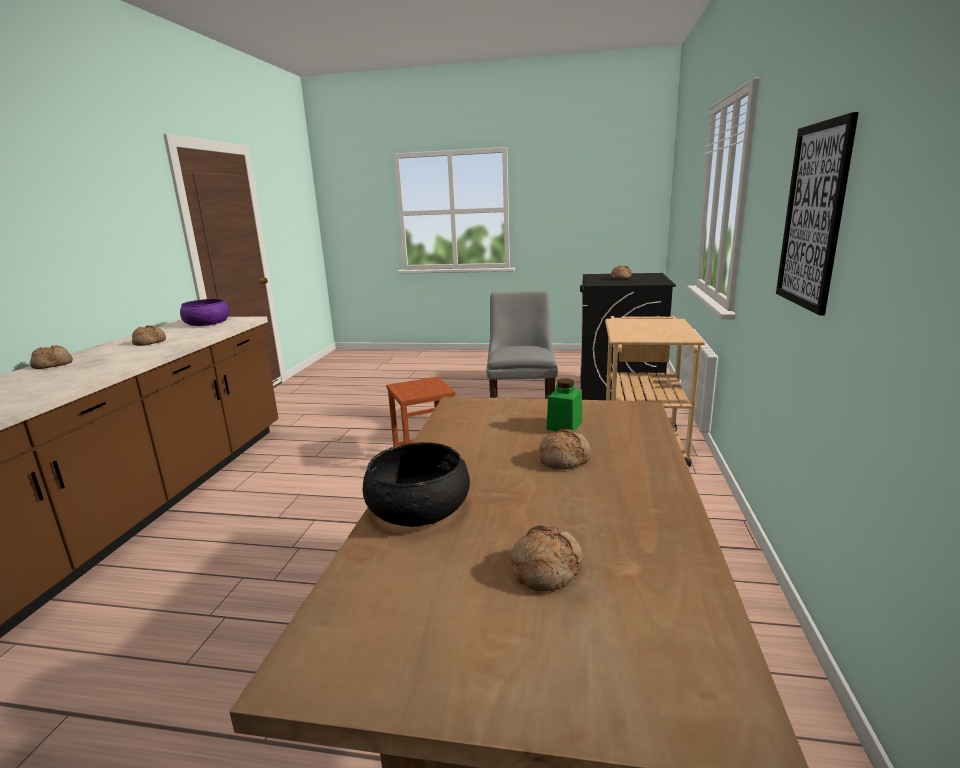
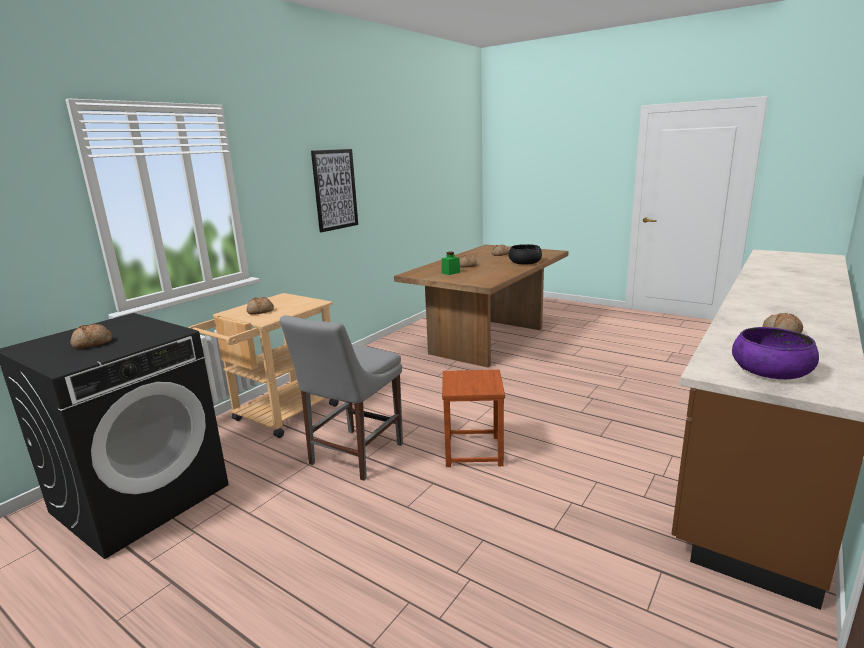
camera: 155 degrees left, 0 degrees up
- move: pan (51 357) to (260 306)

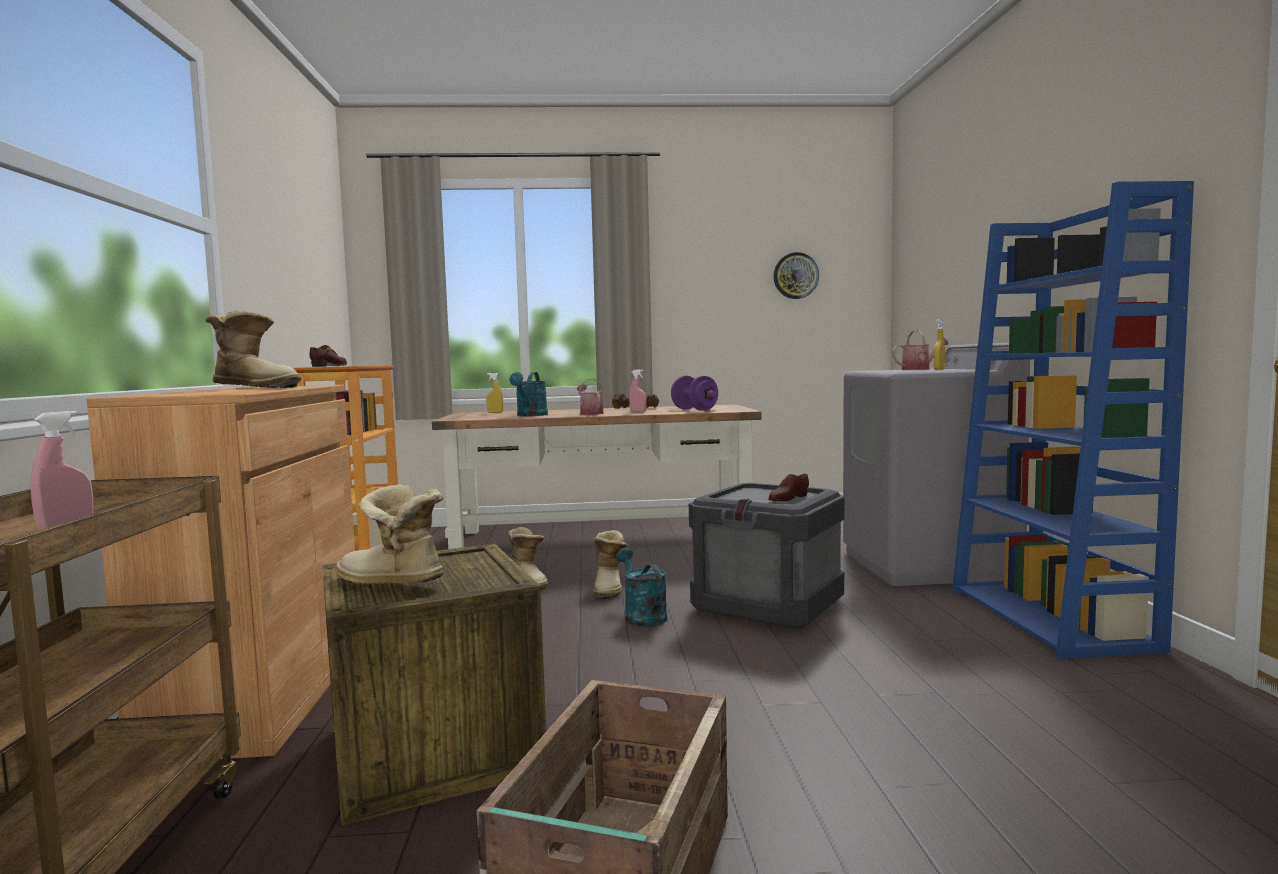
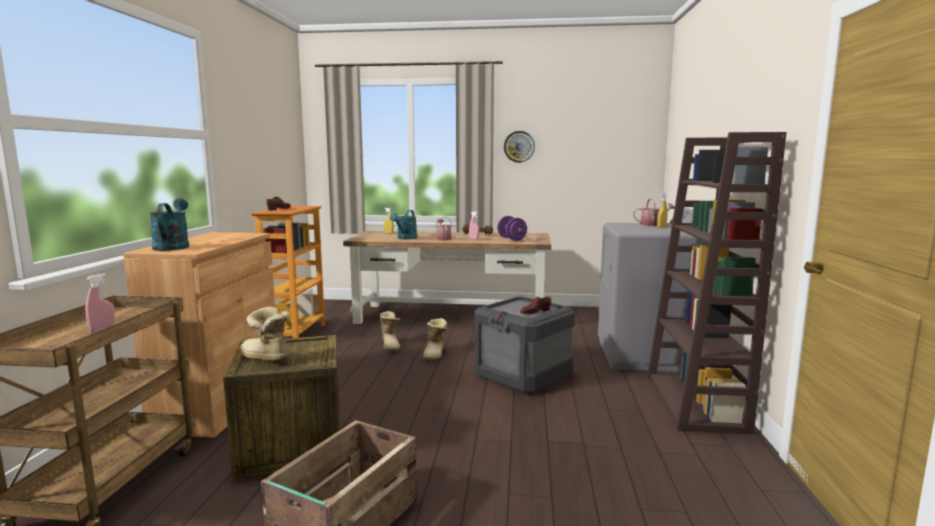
camera: 10 degrees right, 5 degrees up
- recolor: estantería (azul) (1073 420) to estantería (marrón) (717 283)
- move: reloj de pared (796 275) to (519 147)
- delete: bota (253 349)
- move: regadera (turquesa) (641 587) to (169 224)

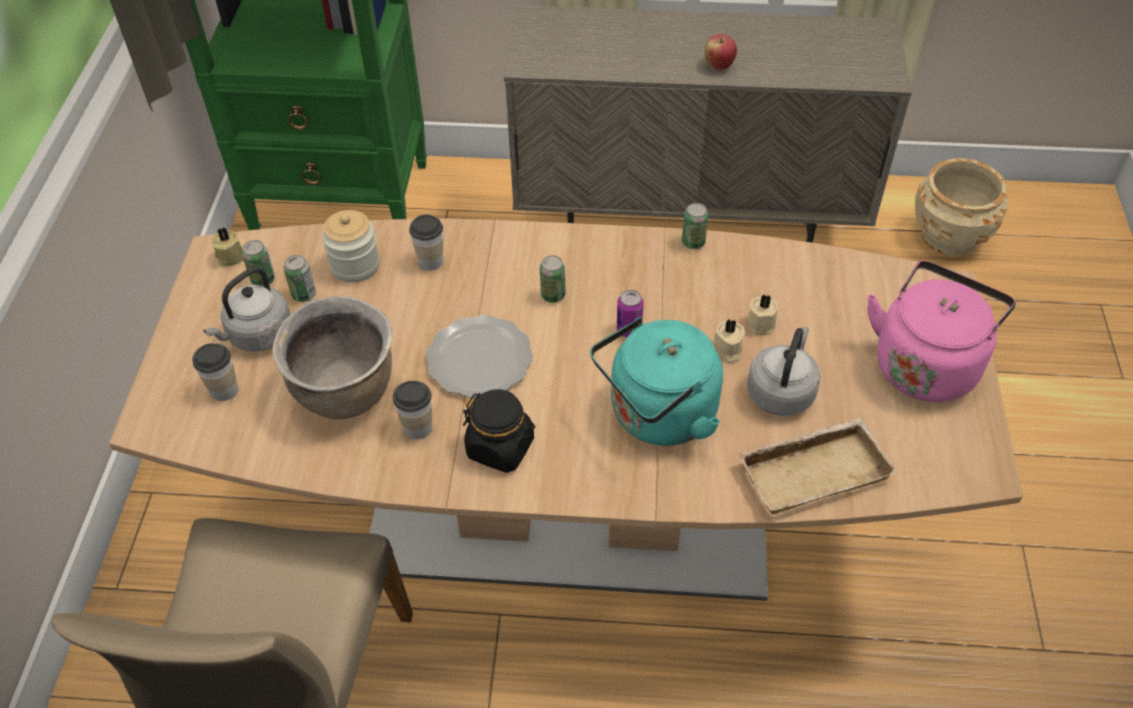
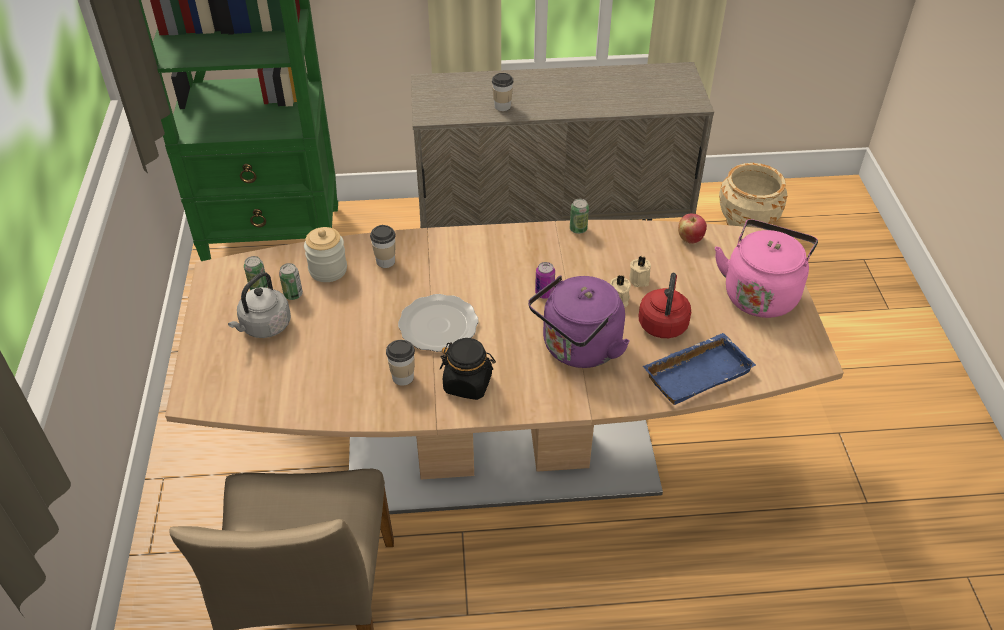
camera: 10 degrees left, 5 degrees down
- move: manzana (721 52) to (692 229)
- delete: vela (beis) (227 246)
- delete: lata (553 279)
- delete: olla (marrón) (333 357)
- recolor: hervidor (turquesa) (656 381) to hervidor (morado) (579 321)
- recolor: hervidor (gris) (783 371) to hervidor (rojo) (665 305)
- move: taza (215 372) to (502 92)
- recolor: bandeja (beis) (817 466) to bandeja (azul) (699 369)

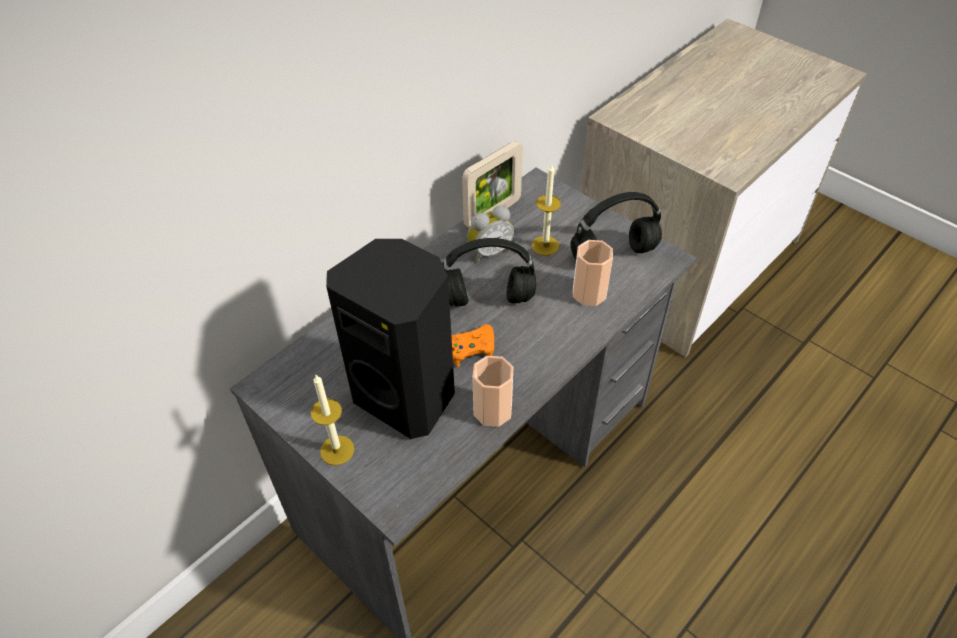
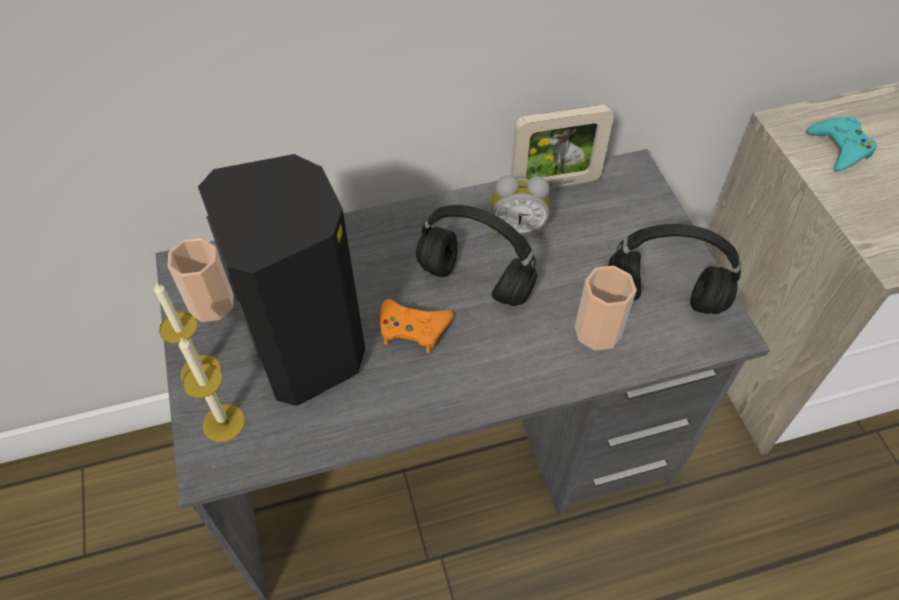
camera: 30 degrees right, 5 degrees up
- move: vela (546 209) to (212 389)
- move: taza (492 391) to (200 280)
- insert: mando de consola (turquesa) (841 144)

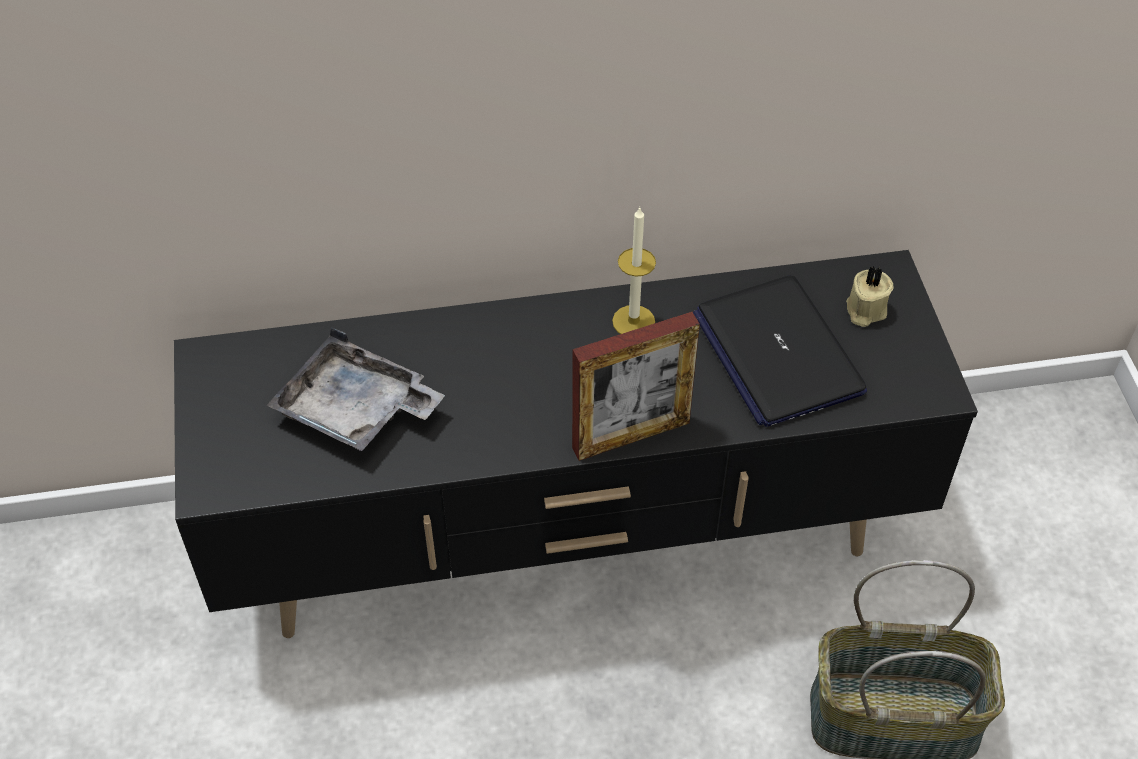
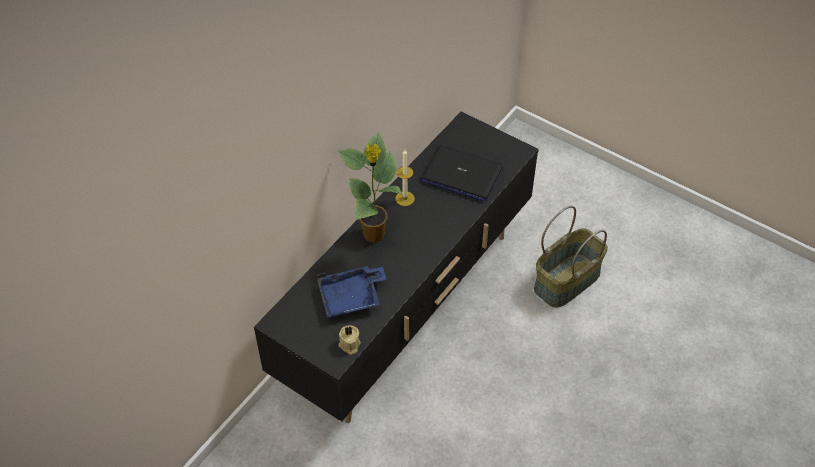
camera: 45 degrees left, 0 degrees up
- move: vela (beis) (869 296) to (350 340)
- delete: portarretratos (636 386)
- recolor: bandeja (gris) (356 389) to bandeja (azul) (352 292)
- insert: planta en maceta (370 187)

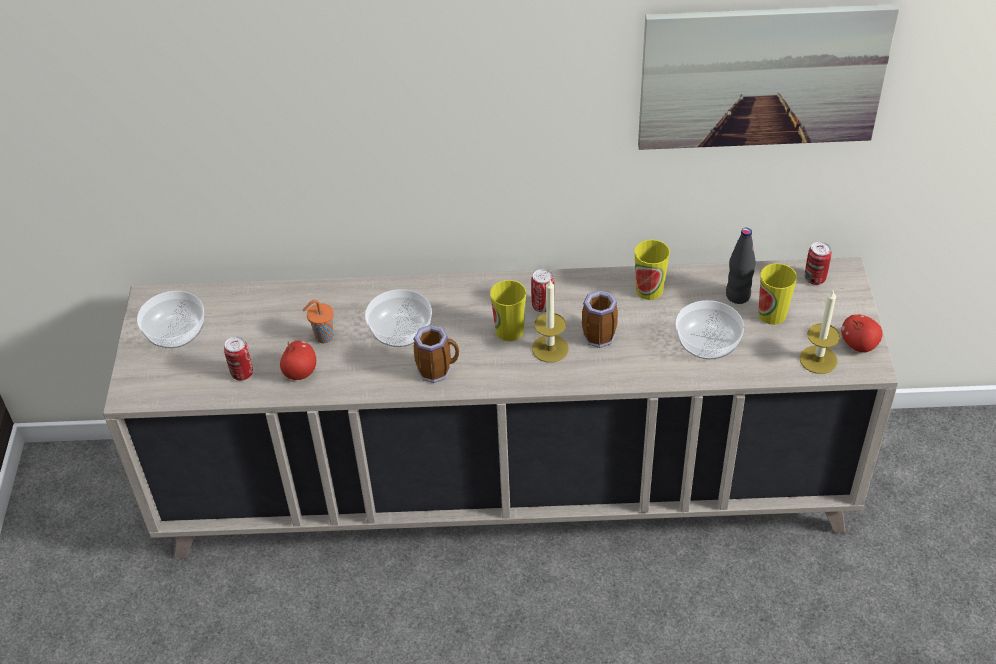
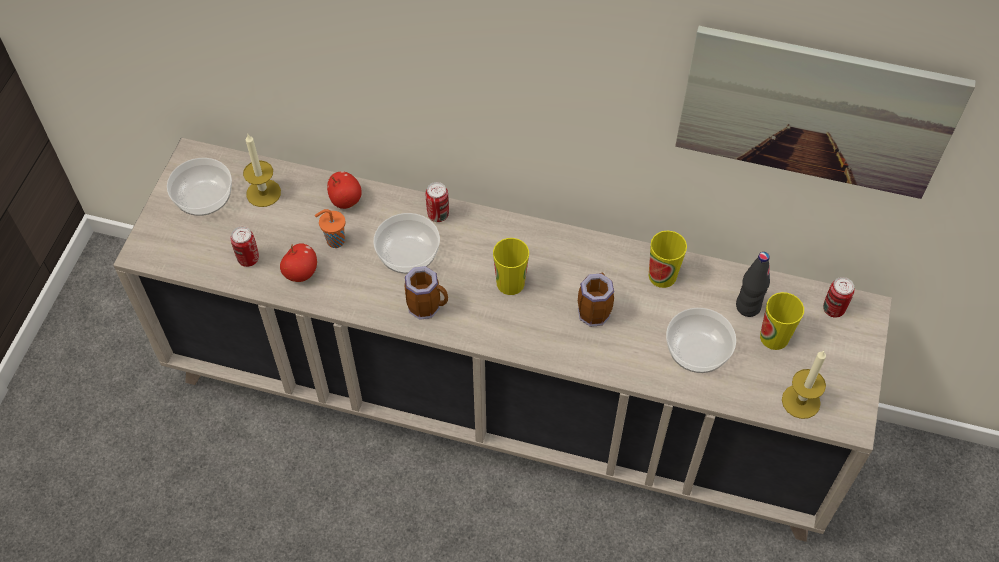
camera: 15 degrees right, 10 degrees up
- move: lata (542 290) to (437 202)
- move: vela (550 321) to (262 170)
- move: manzana (862 333) to (344 190)

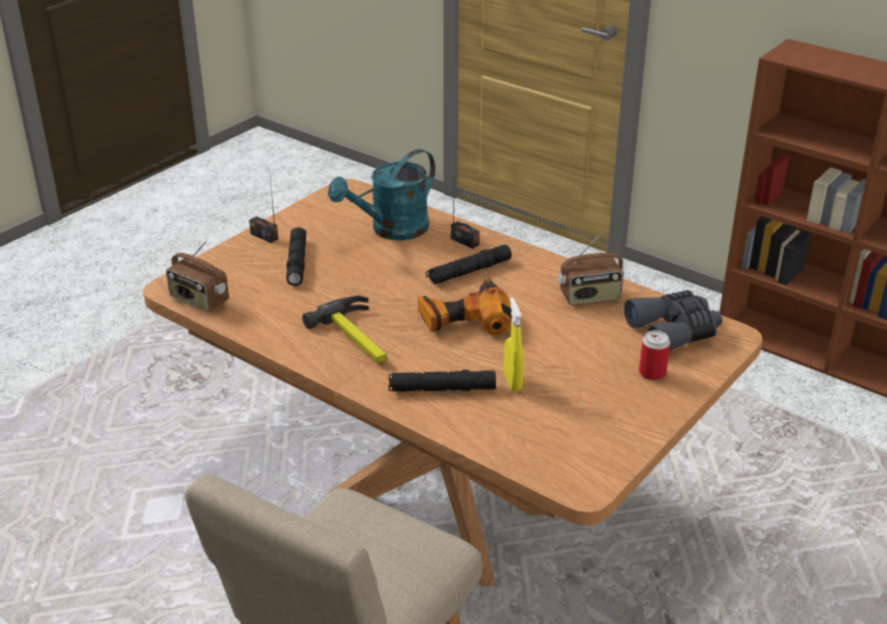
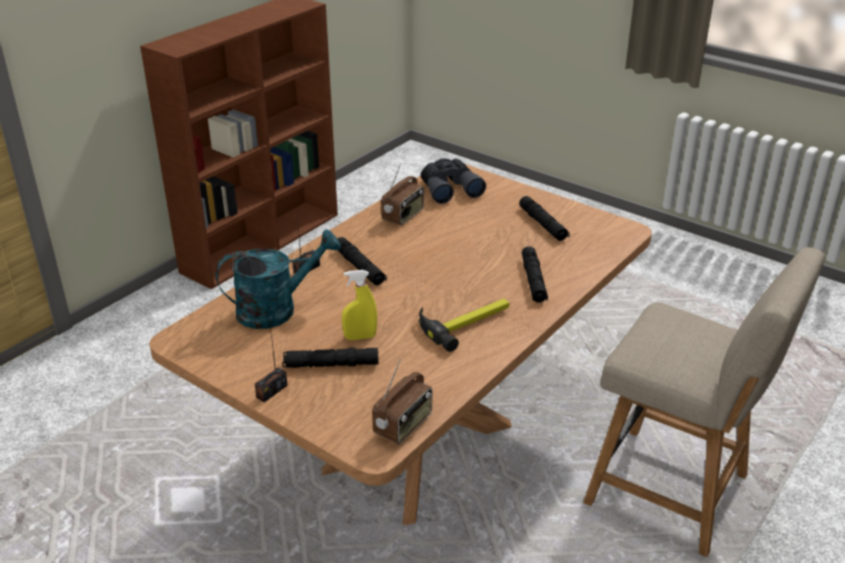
camera: 90 degrees left, 0 degrees up
- rotate: regadera (turquesa) (381 194) = (278 279) 75 degrees counterclockwise
- rotate: radio (591 269) = (402 194) 45 degrees clockwise
- delete: taladro (465 303)
- move: pulverizador (amarillo) (514 344) to (359 305)
- delete: lata (654 355)
- insert: linterna (negro) (544 218)

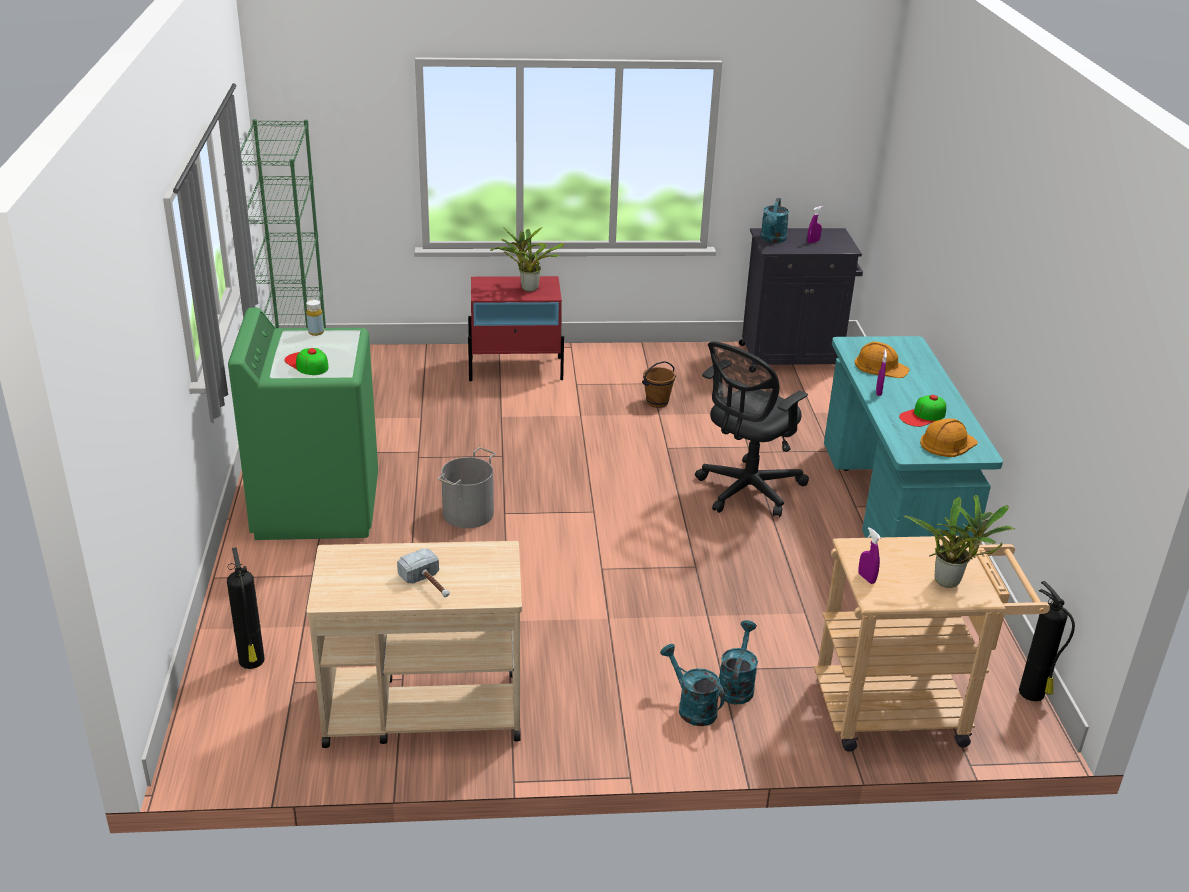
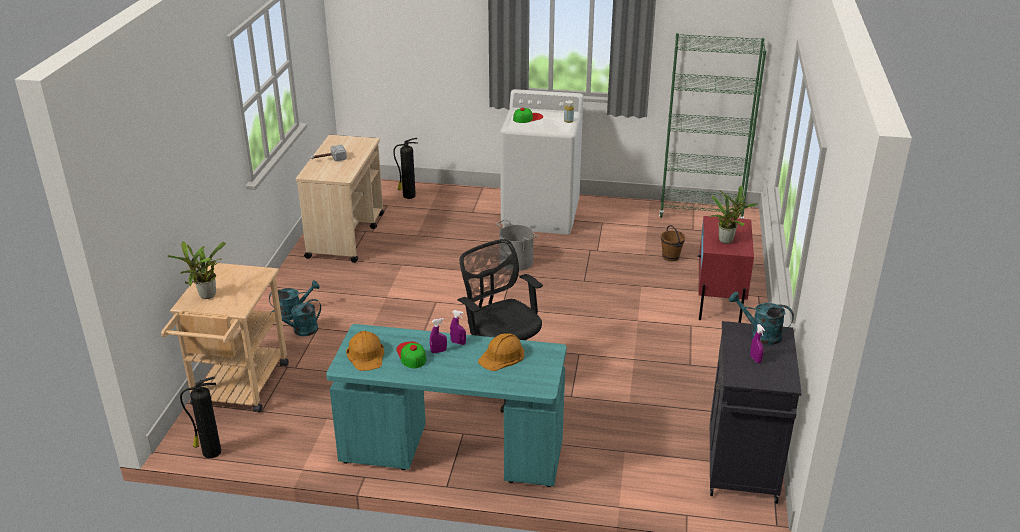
camera: 105 degrees right, 0 degrees up
- recolor: lavadora (verde) (303 424) to lavadora (blanco) (541 161)
- move: cubo (marrón) (659 384) to (673 243)
- move: pulverizador (morado) (869 555) to (438 335)
- rotate: regadera (turquesa) (738 662) = (296 317) 120 degrees clockwise

